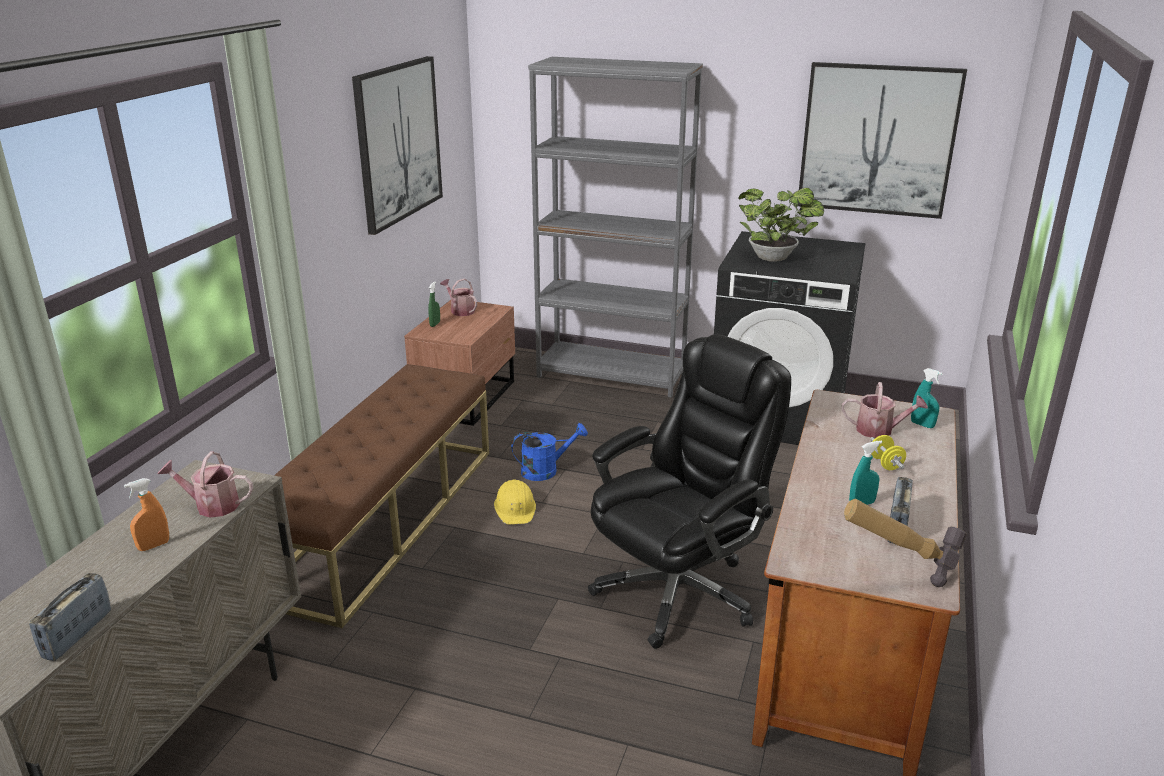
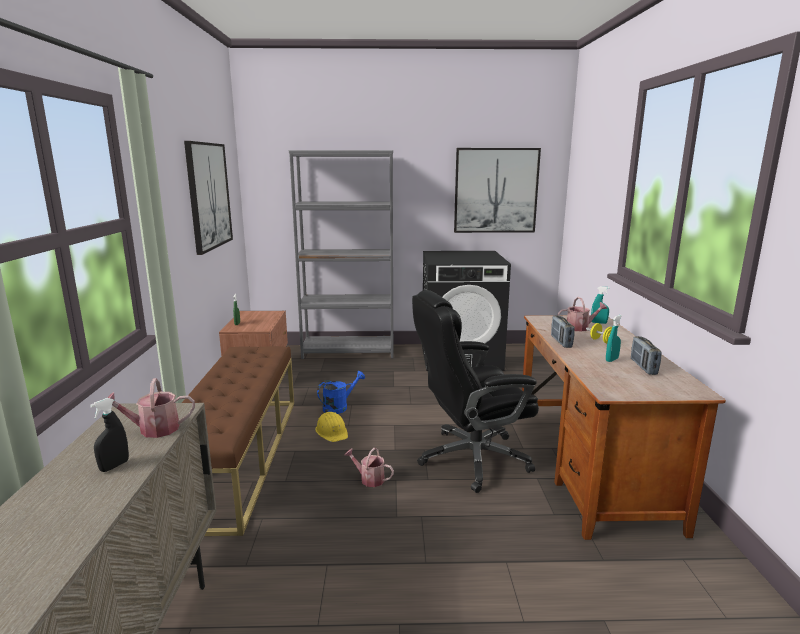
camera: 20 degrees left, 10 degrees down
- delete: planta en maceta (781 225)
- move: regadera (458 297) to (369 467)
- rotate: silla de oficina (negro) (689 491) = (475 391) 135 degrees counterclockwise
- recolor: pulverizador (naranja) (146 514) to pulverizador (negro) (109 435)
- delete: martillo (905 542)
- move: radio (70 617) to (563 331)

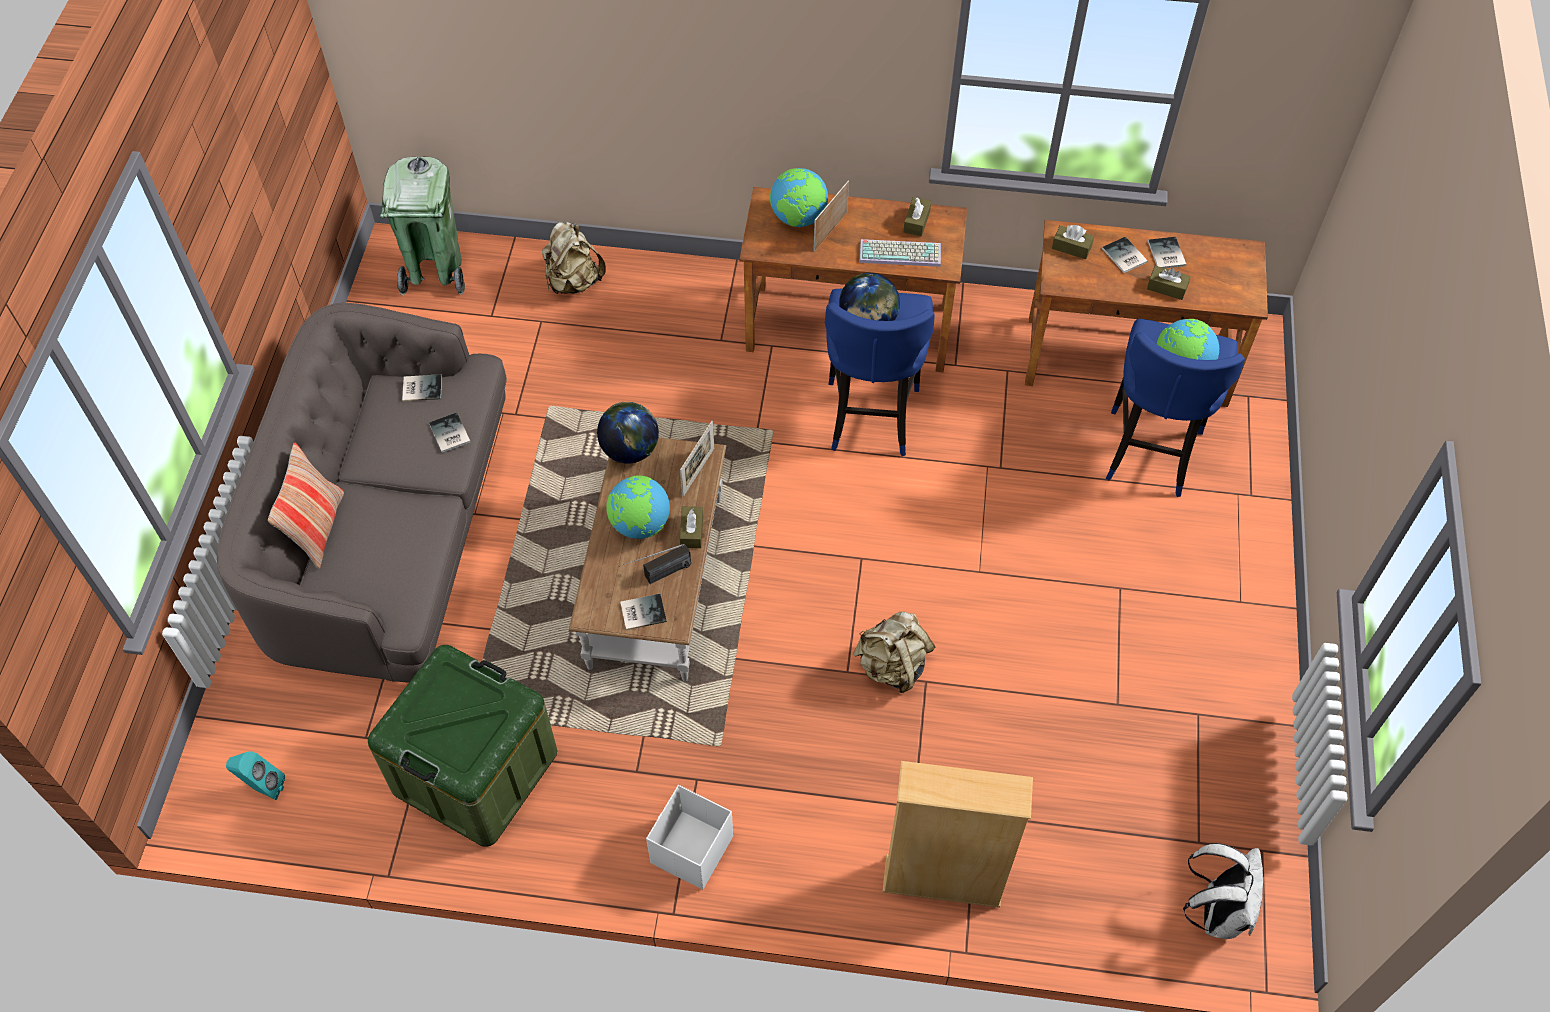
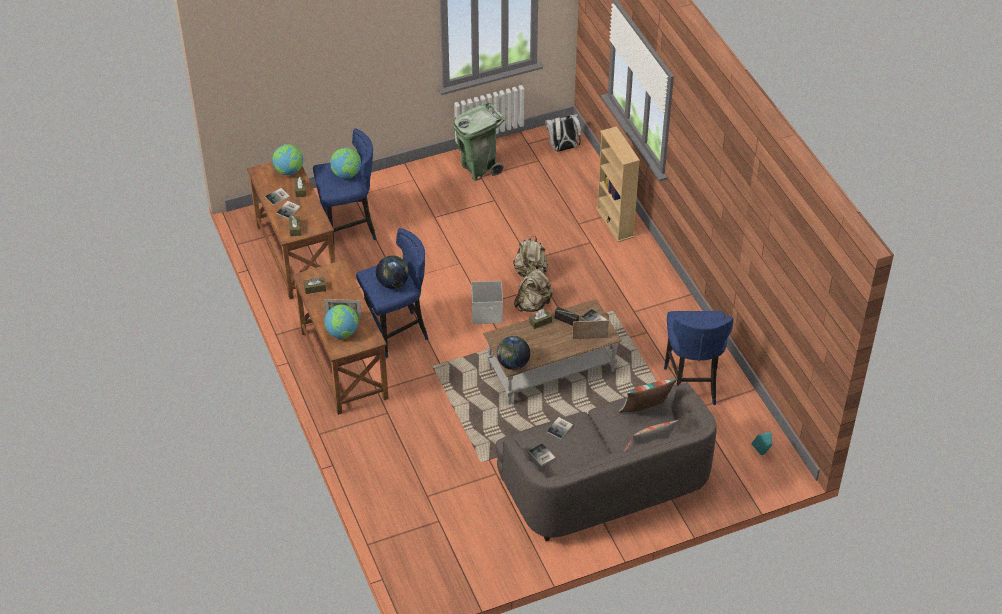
camera: 120 degrees left, 10 degrees down
- move: papelera (verde) (422 226) to (479 141)
- move: mochila (beis) (574 258) to (533 290)
- delete: teclado (900 253)
- move: portarretratos (697 459) to (590 329)
- move: globo terráqueo (638 507) to (287 159)
- replace: caja de almacenaje (verde) (462 746) to taburete (azul) (698 358)
- move: caja de almacenaje (blanco) (689 837) to (487 302)
- insert: cojín (648 396)

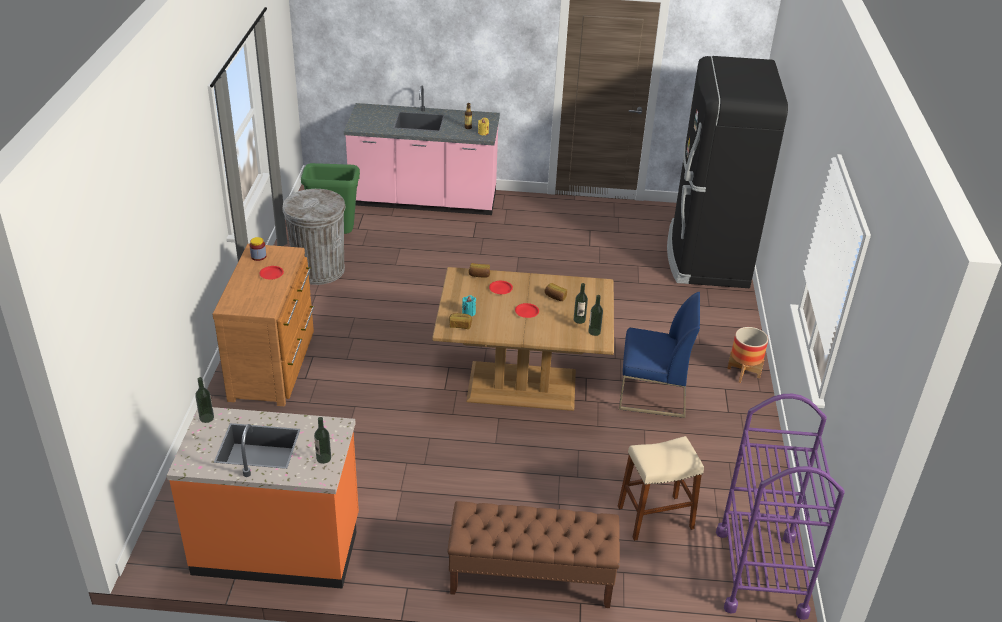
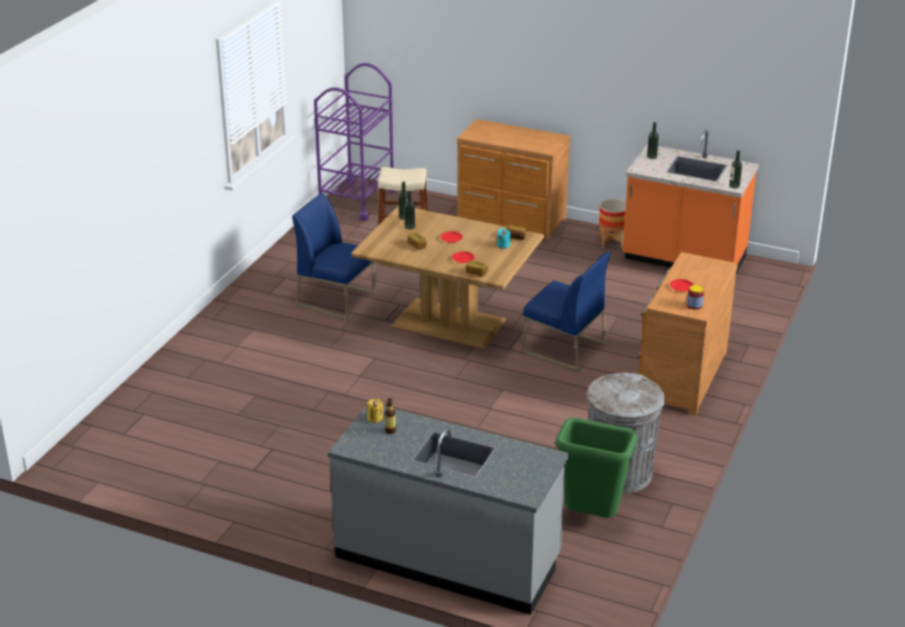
camera: 160 degrees left, 5 degrees down
- delete: nevera (negro) (727 172)
- recolor: mueble bajo de cocina (rosa) (422 150) to mueble bajo de cocina (gris) (448 510)
- move: maceta (747 355) to (612 223)
- replace: banco (marrón) (533 554) to cómoda (marrón) (513 179)
- insert: silla (azul) (566 311)

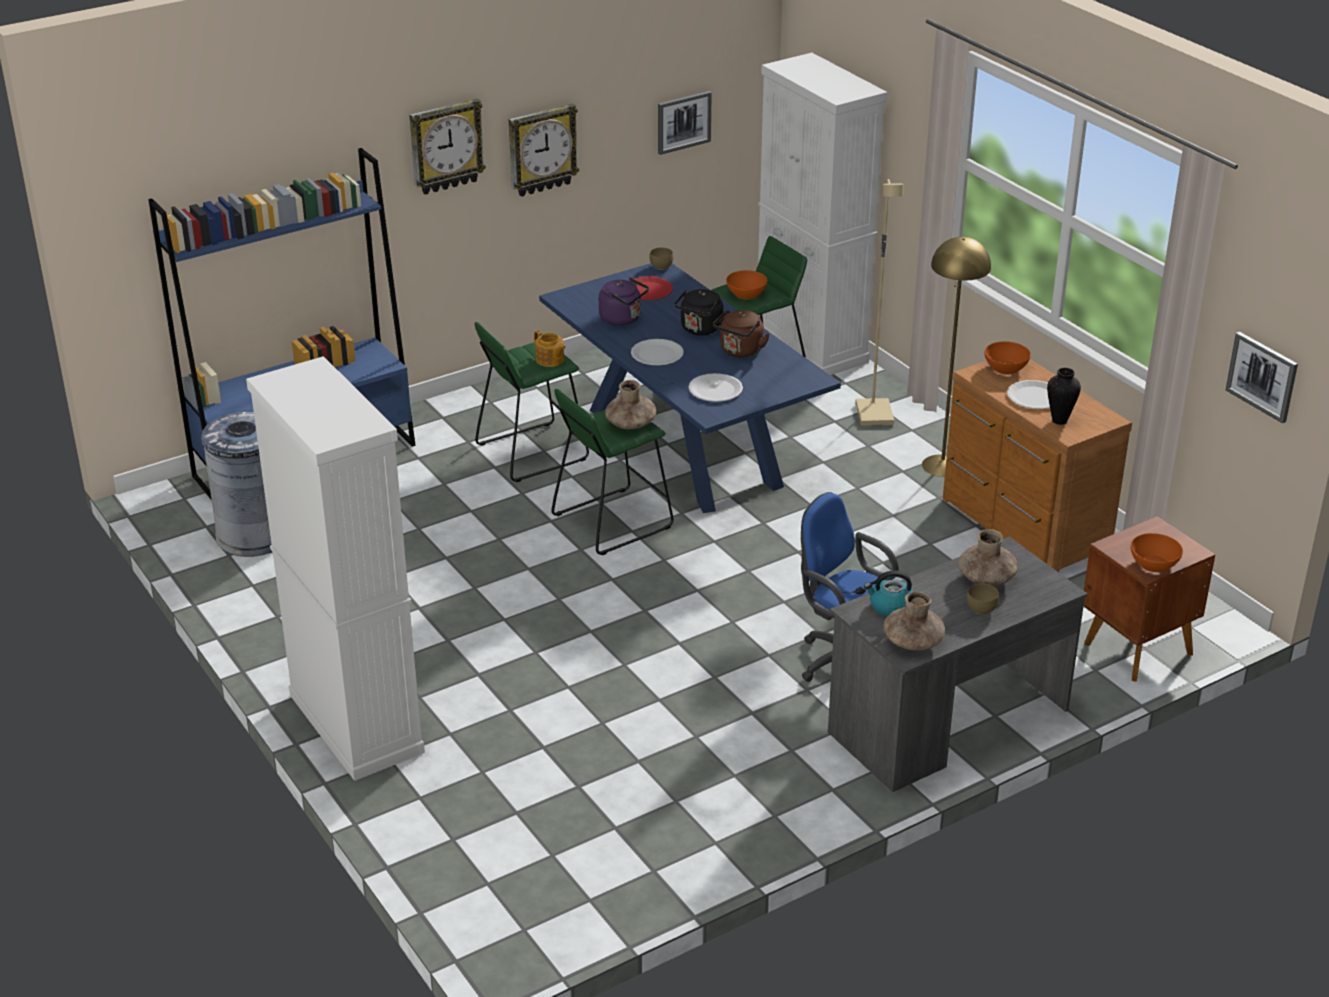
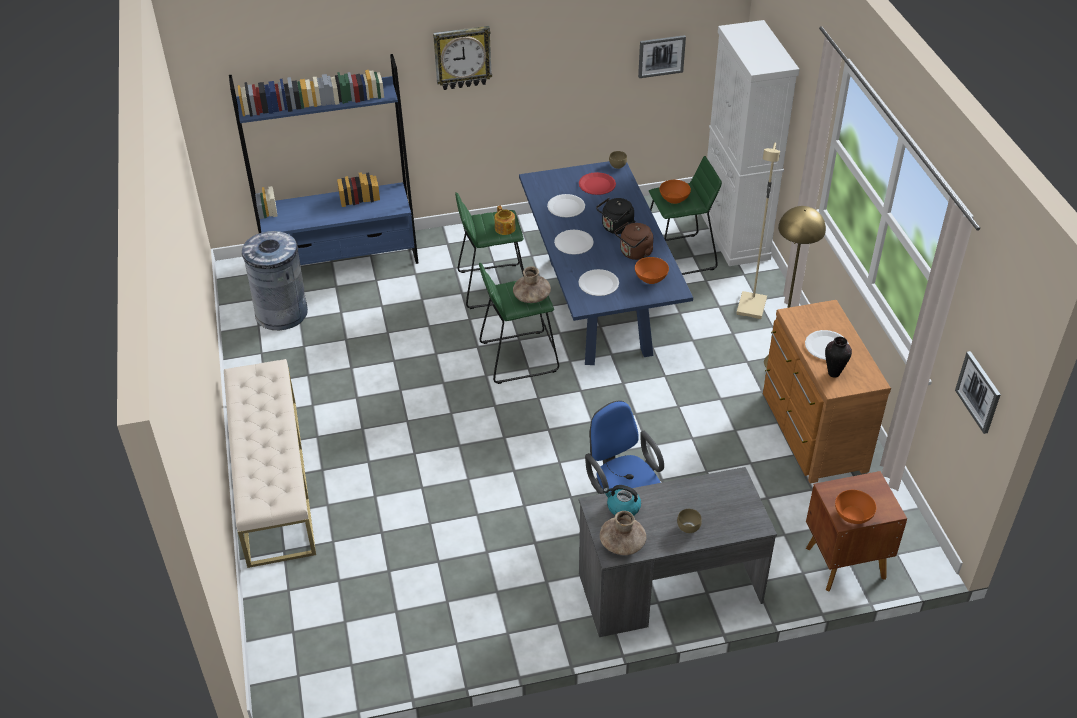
camera: 20 degrees right, 10 degrees up
- delete: reloj de pared (544 150)
- replace: hervidor (morado) (624 301) to plato (blanco) (566 205)
- move: cuenco (naranja) (1007 358) to (652 270)
- replace: armario (blanco) (335 568) to banco (beis) (270 463)
- delete: florero (marrón) (988 557)

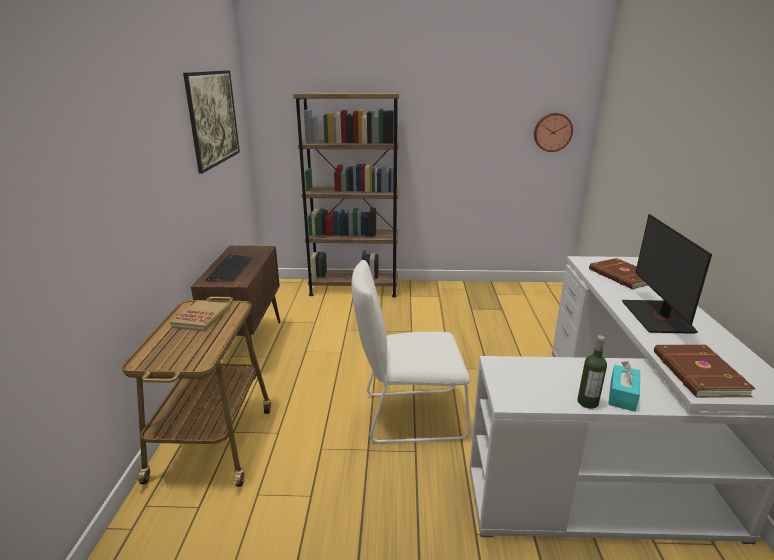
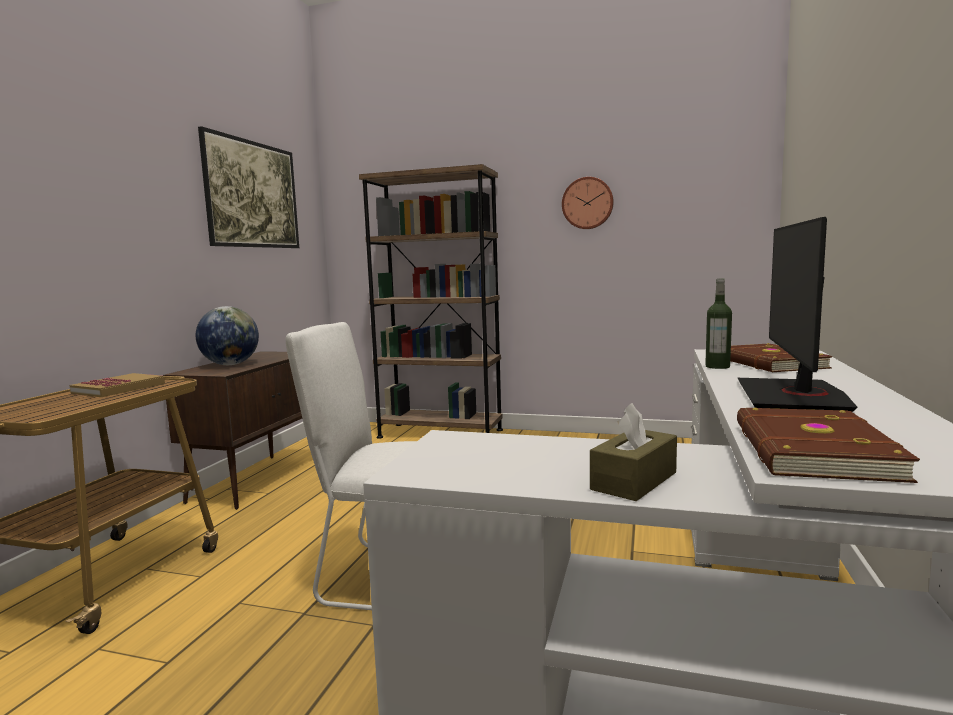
camera: 15 degrees right, 15 degrees down
- move: reloj de pared (553 132) to (588 203)
- replace: teclado (229 267) to globo terráqueo (227 335)
- move: botella (592 372) to (718 324)
- recolor: caja de pañuelos (turquesa) (624 386) to caja de pañuelos (marrón) (633 452)

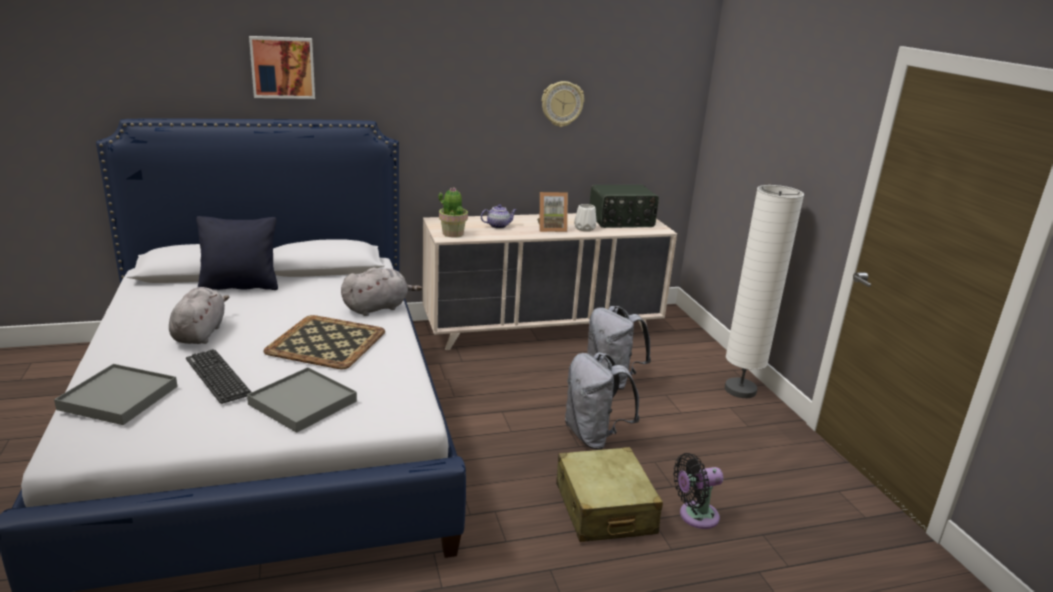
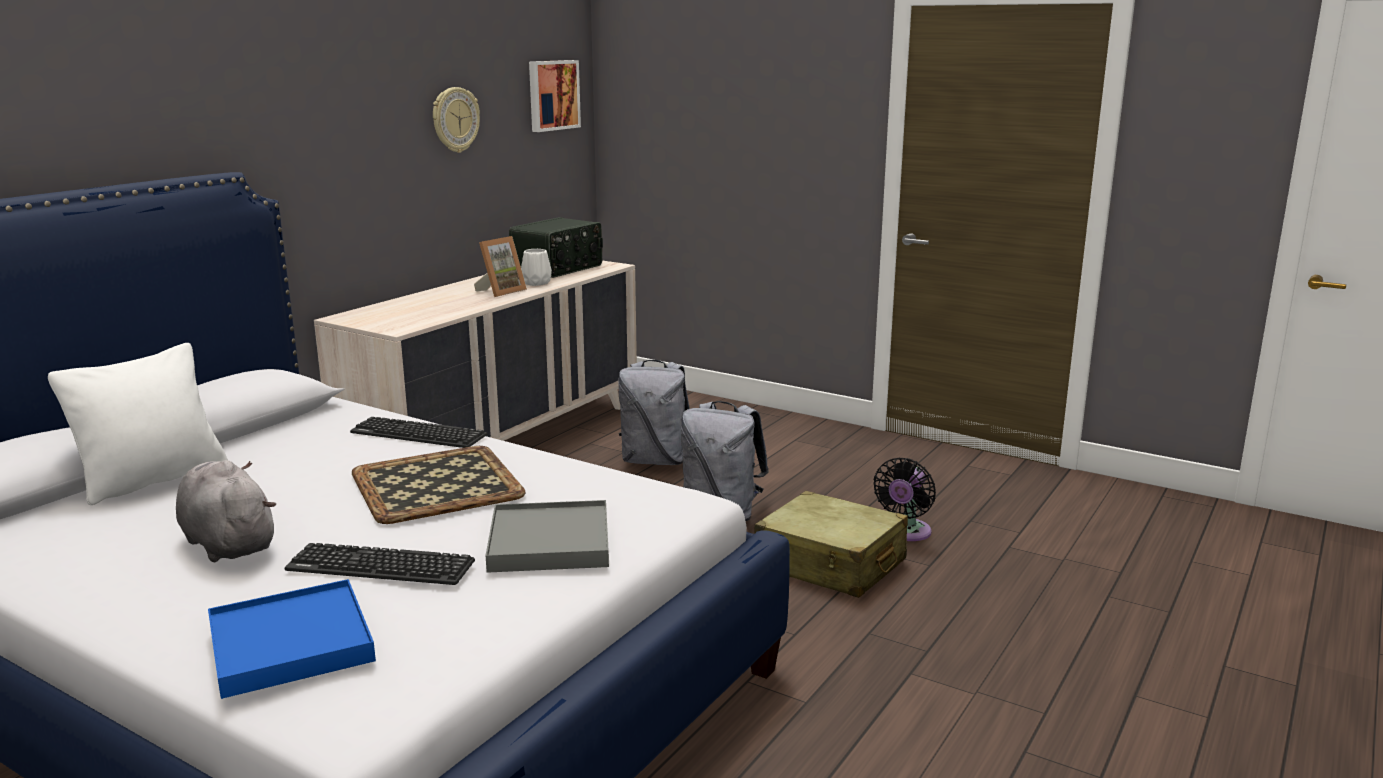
camera: 40 degrees left, 5 degrees down
- move: cuadro (282 67) to (555 96)
- delete: lámpara de pie (blanco) (764 291)
- delete: planta en maceta (453 212)
- delete: tetera (499 216)
- recolor: cojín (negro) (237 253) to cojín (blanco) (138 424)
- replace: peluche (gris) (381 292) to teclado (418 432)
- recolor: bandeja (gris) (115 394) to bandeja (azul) (292 639)

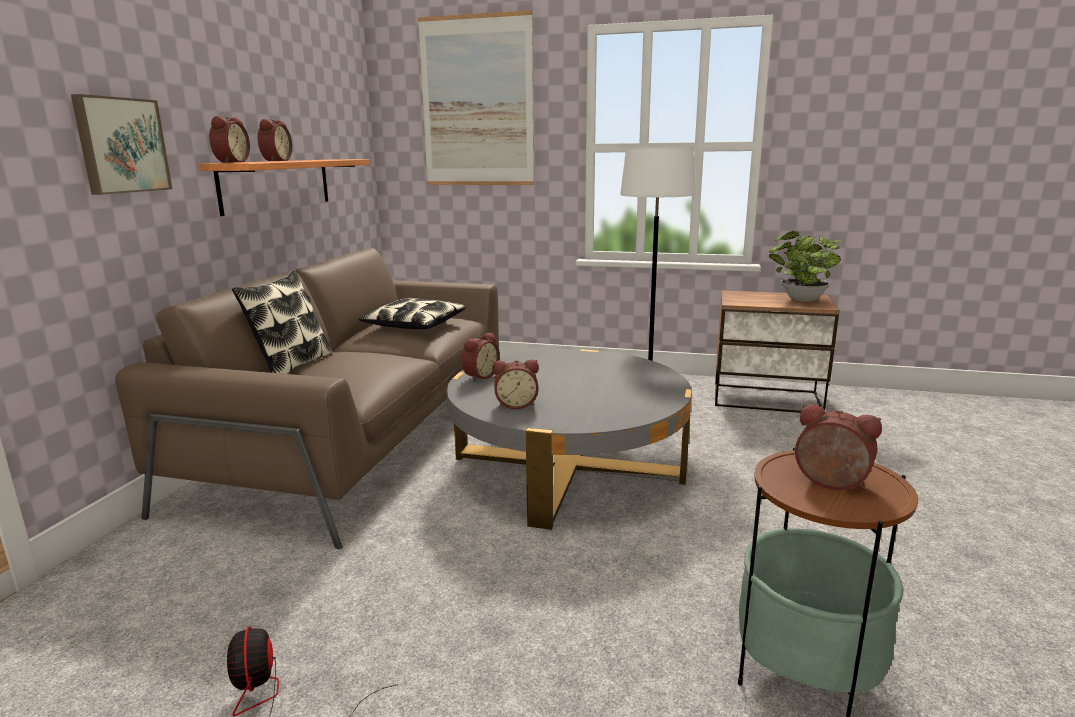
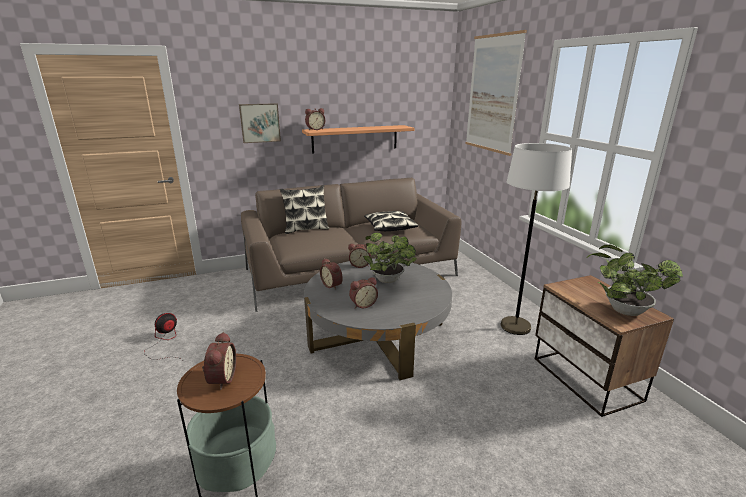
camera: 55 degrees right, 5 degrees up
- move: despertador (275 140) to (363 292)
- insert: planta en maceta (390 258)

